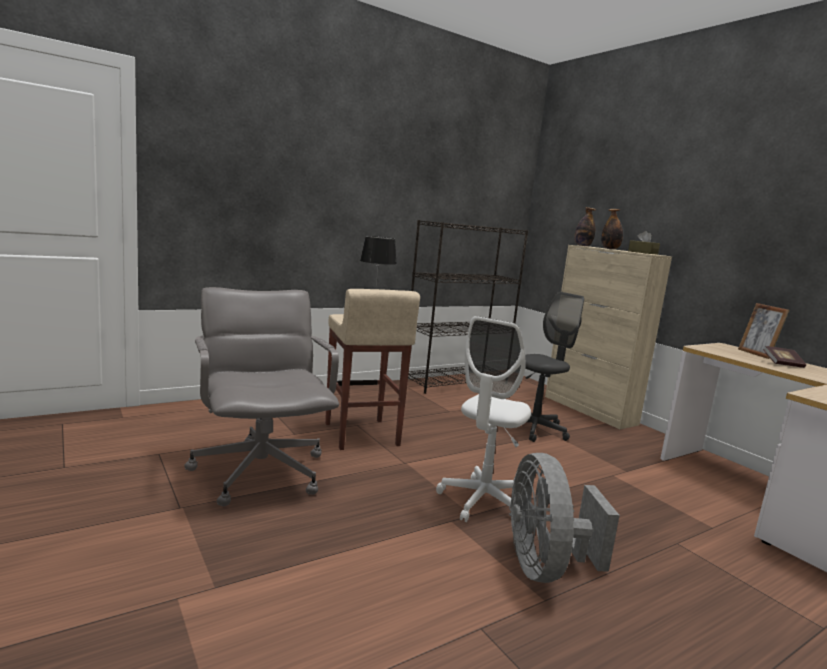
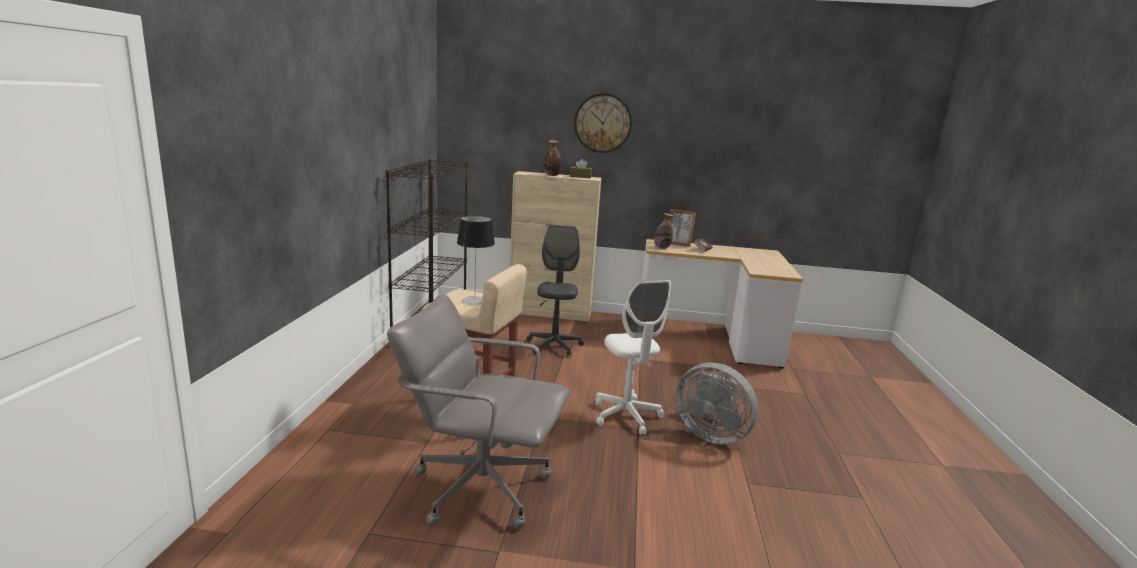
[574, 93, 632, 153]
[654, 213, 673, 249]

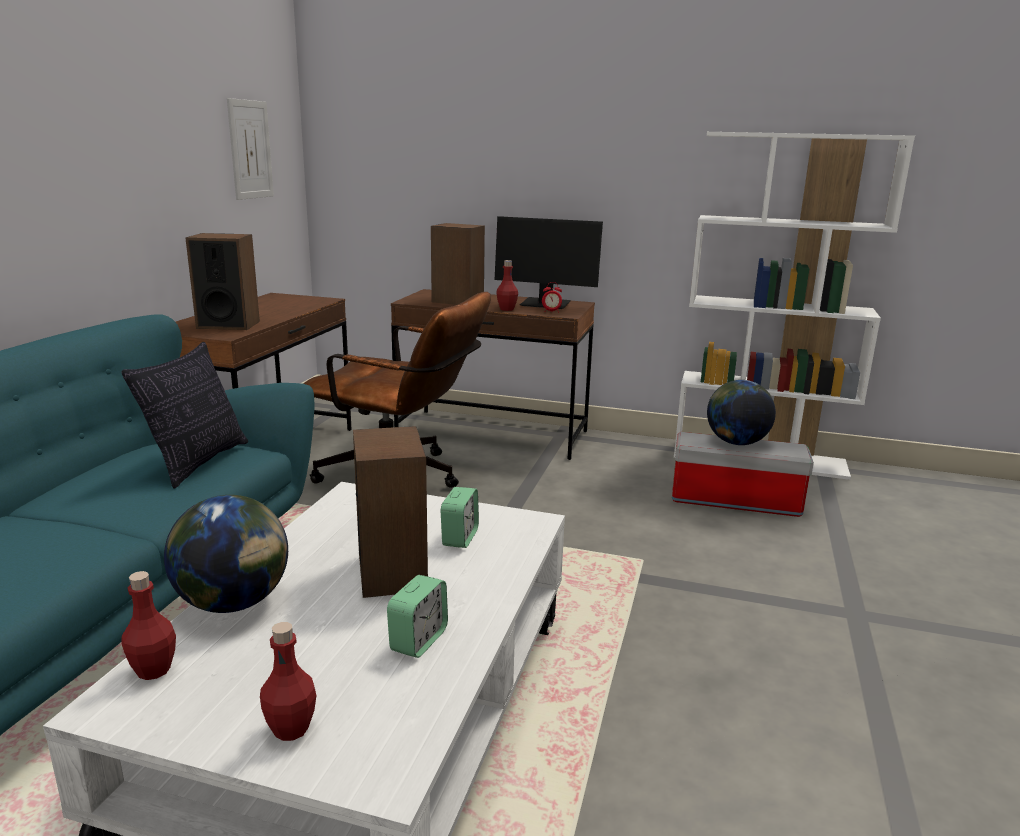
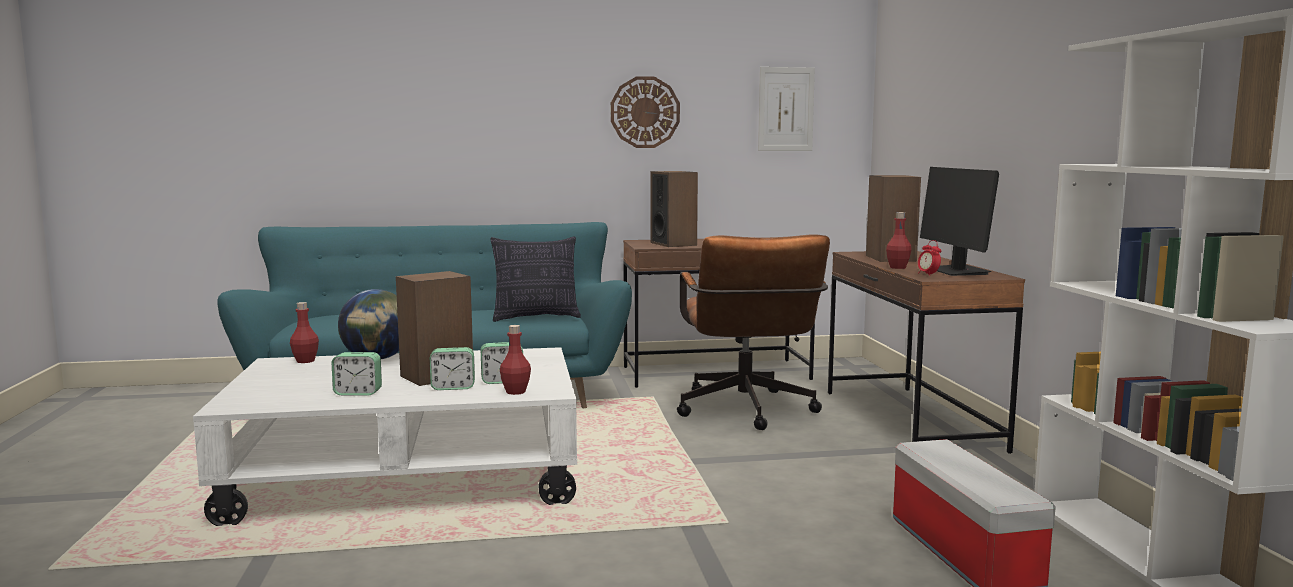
[707, 380, 776, 445] (first image)
[430, 347, 475, 390]
[611, 76, 680, 148]
[500, 325, 531, 395]

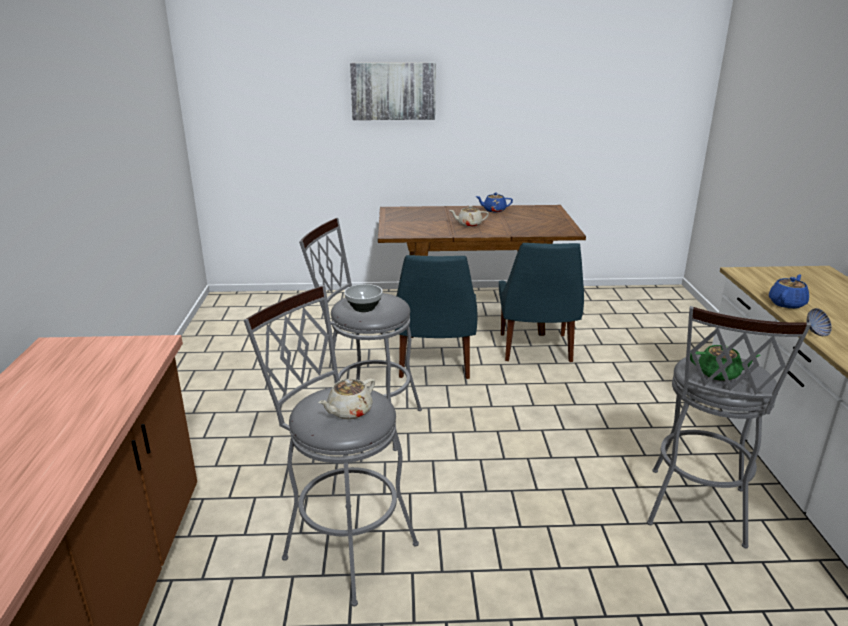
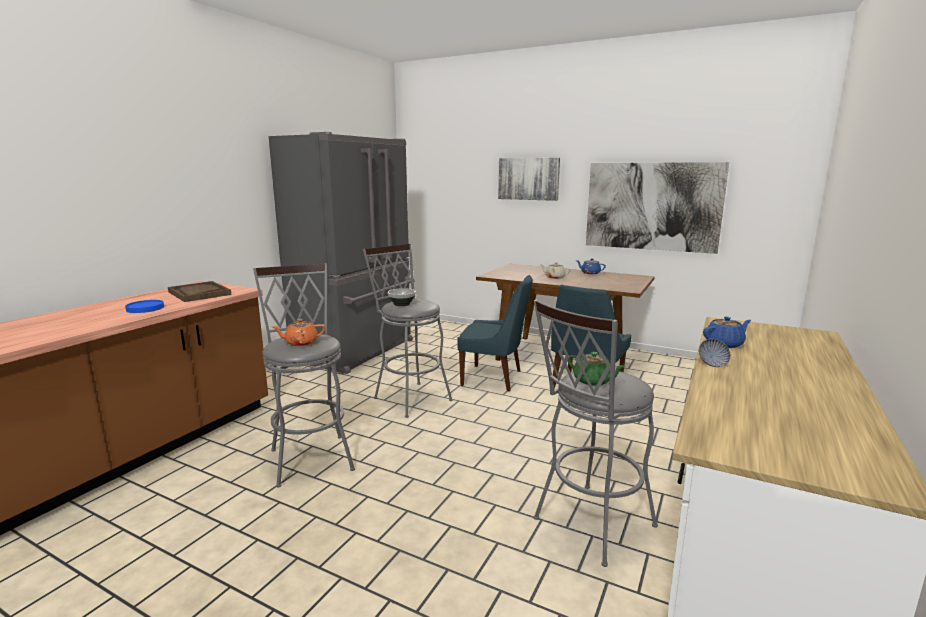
[125, 300, 164, 313]
[168, 281, 231, 302]
[269, 132, 415, 374]
[586, 162, 729, 254]
[272, 319, 325, 346]
[457, 275, 533, 392]

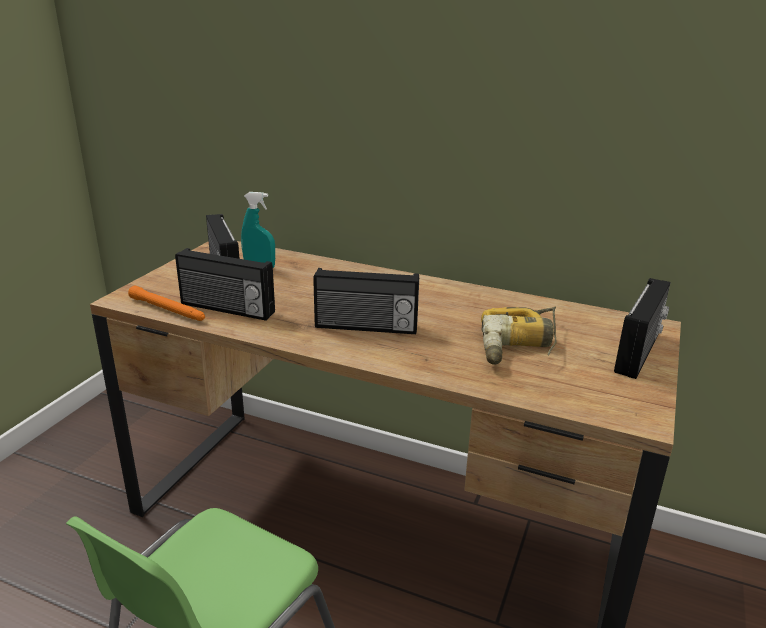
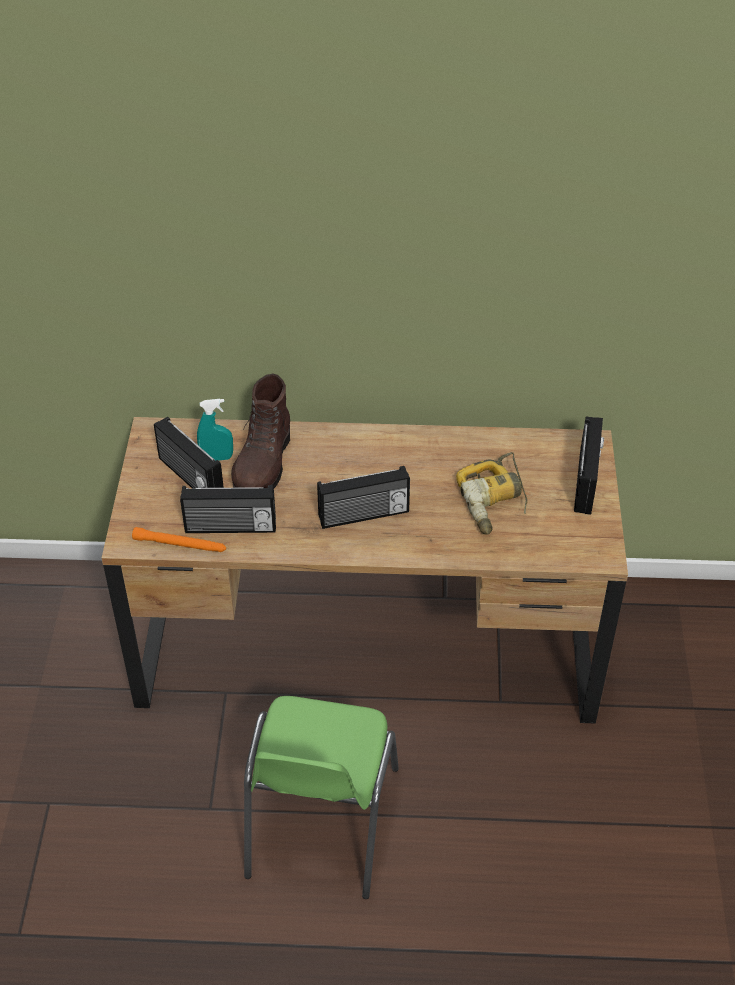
[231, 374, 290, 488]

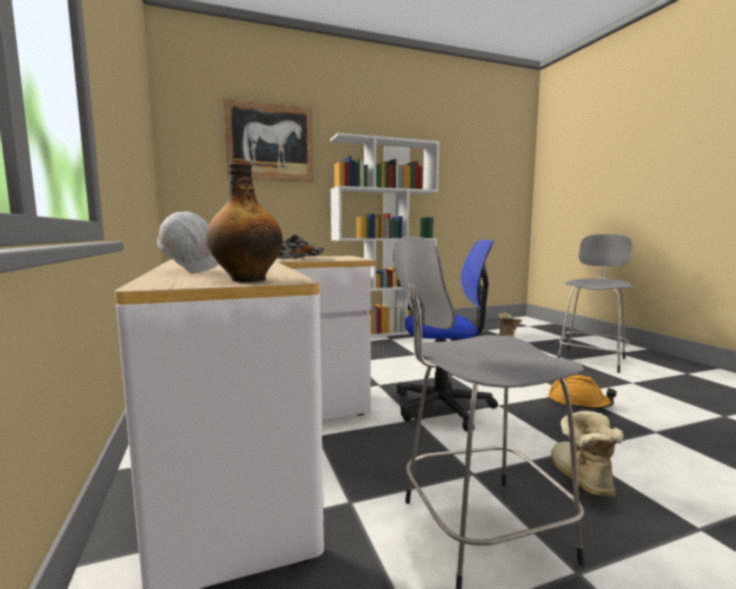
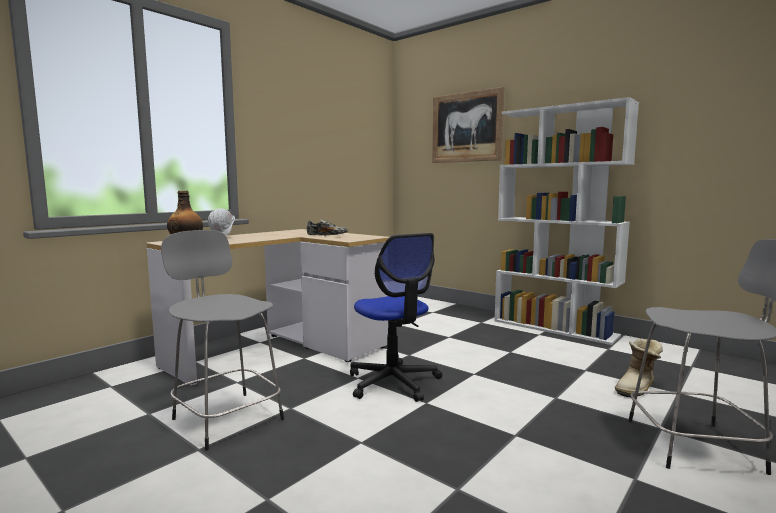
[549, 375, 617, 410] (first image)
[551, 411, 624, 498] (first image)

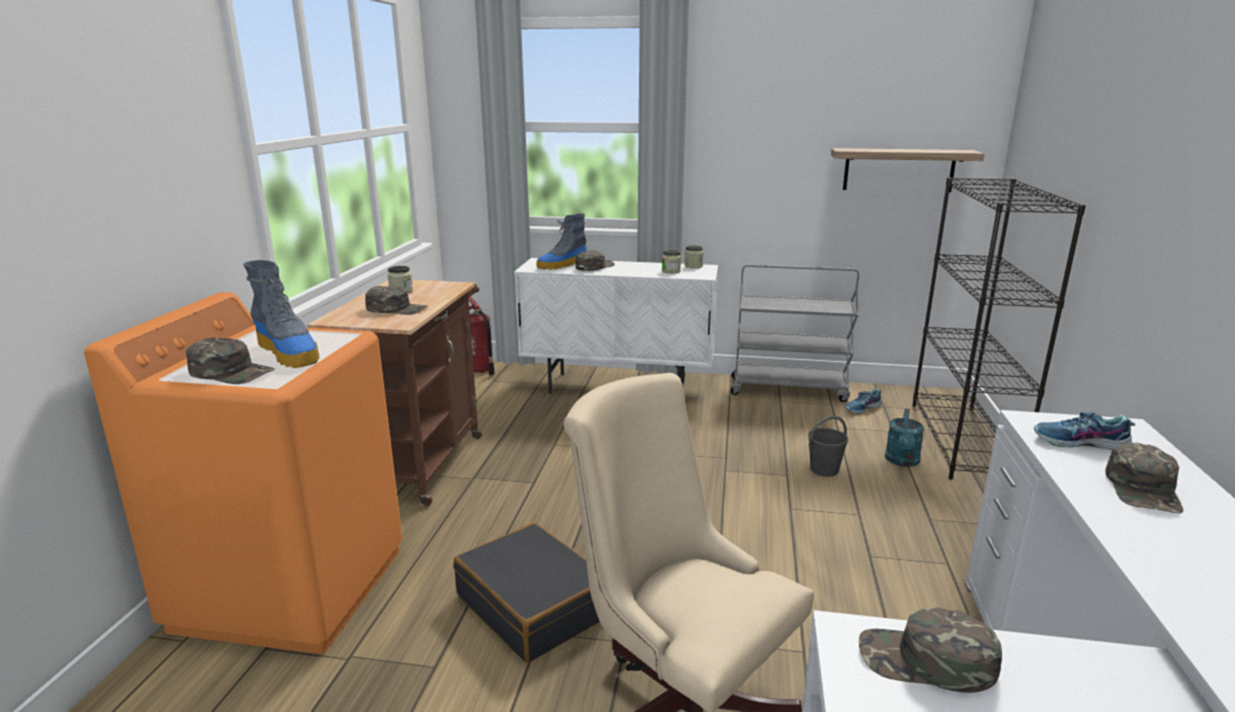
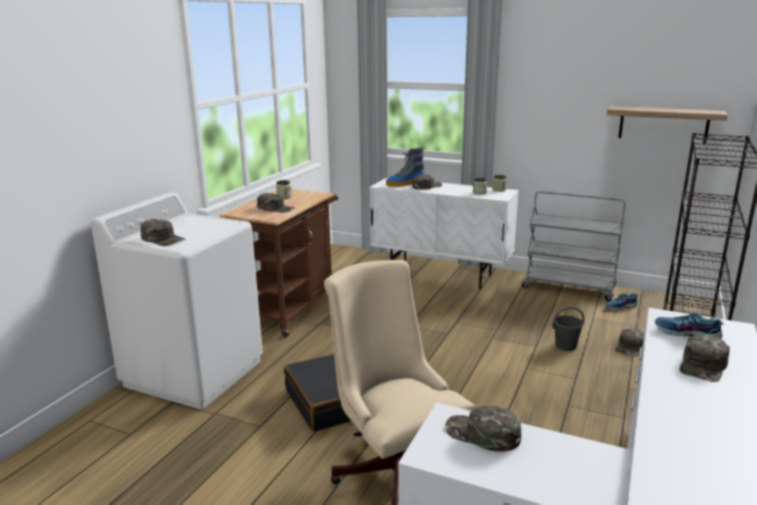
[243, 260, 319, 368] (first image)
[469, 297, 495, 376] (first image)
[615, 328, 644, 357]
[91, 192, 263, 409]

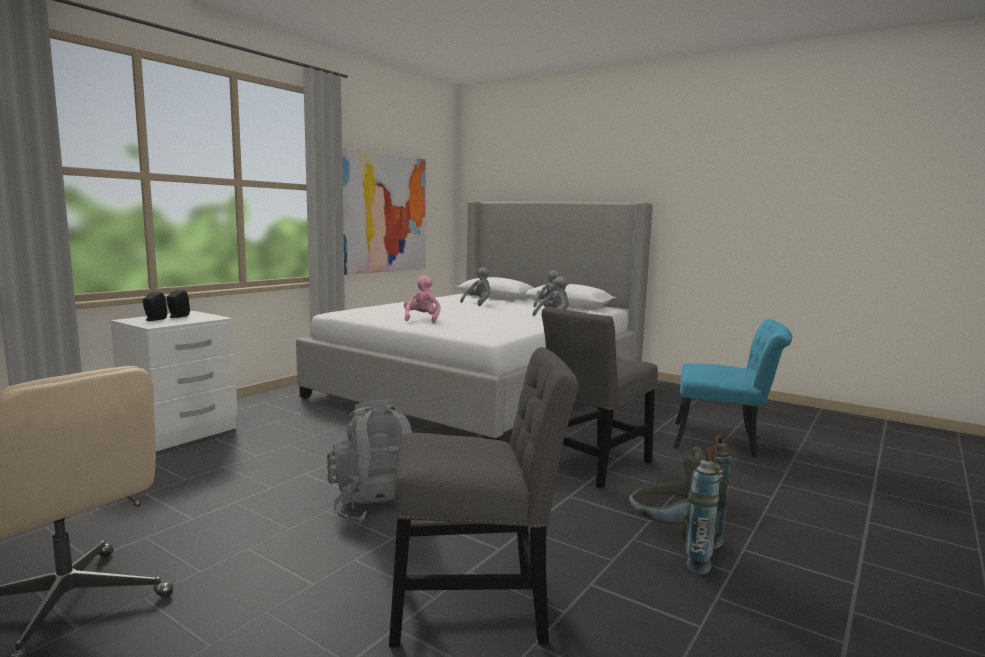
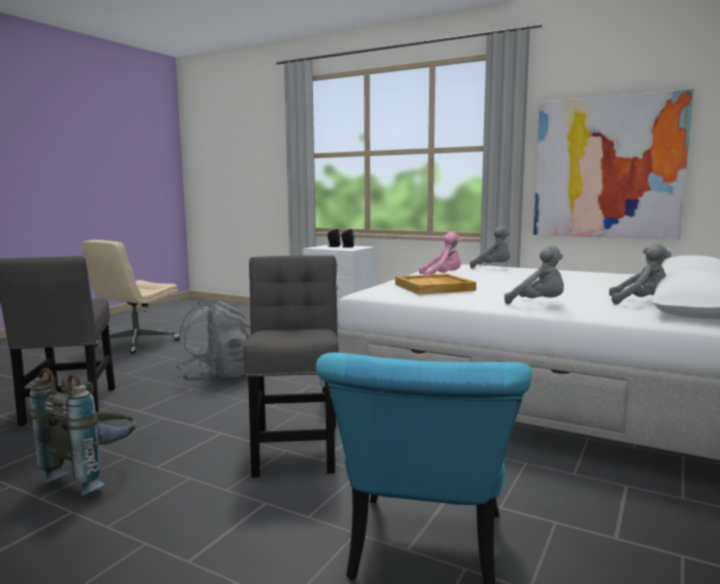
[395, 274, 476, 295]
[470, 226, 510, 269]
[243, 255, 339, 477]

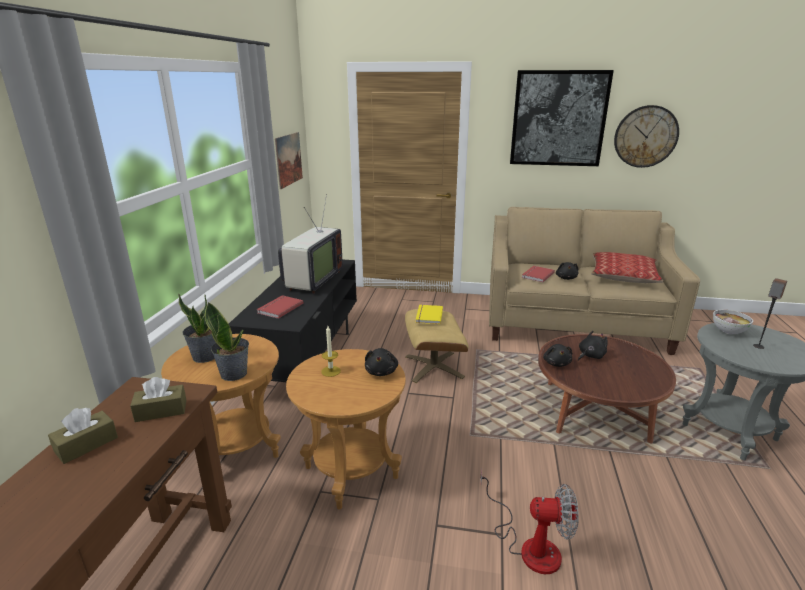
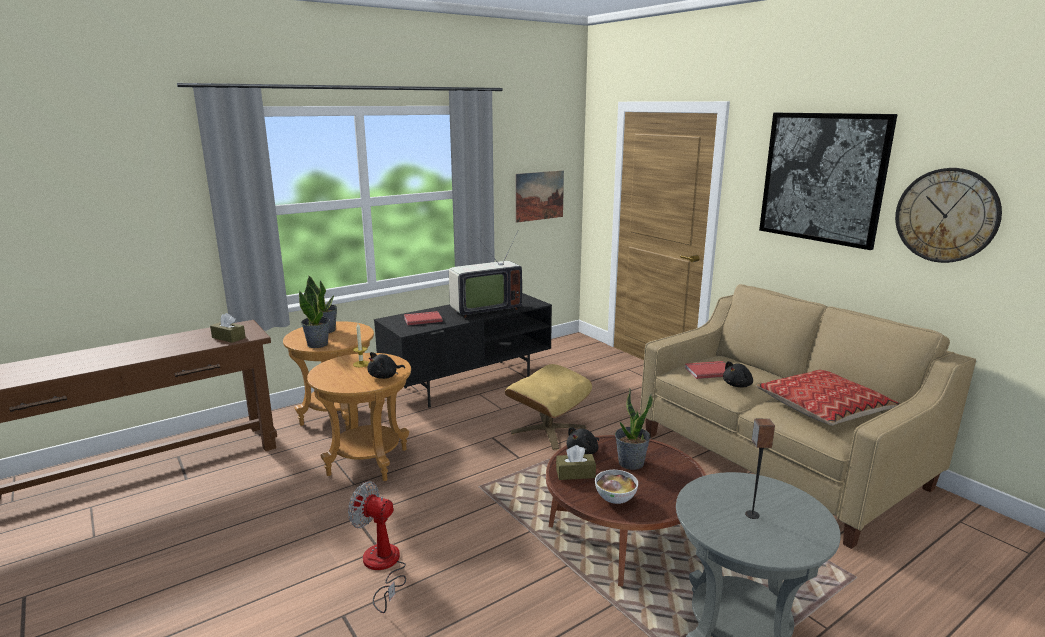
[415, 305, 443, 324] (first image)
[556, 445, 596, 480]
[595, 470, 638, 504]
[615, 389, 653, 470]
[348, 481, 406, 613]

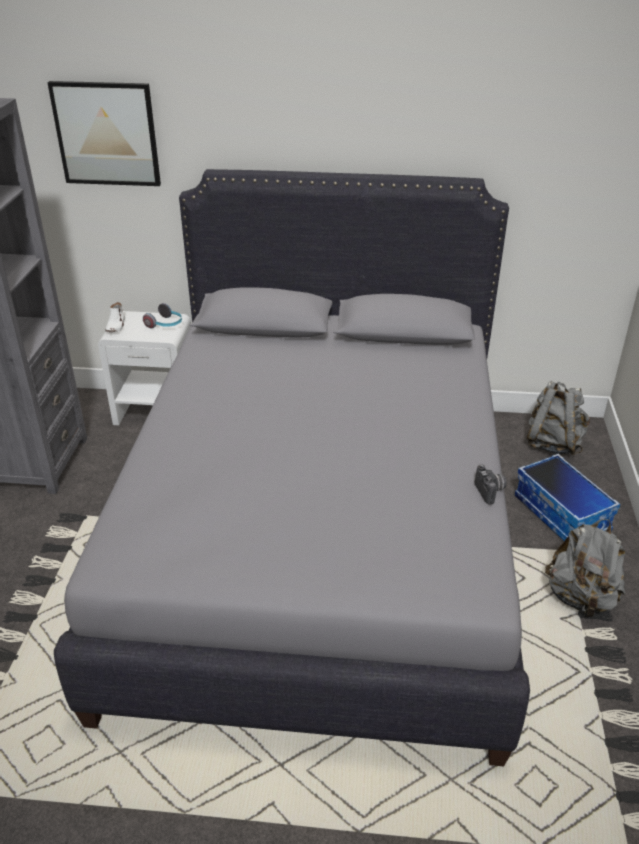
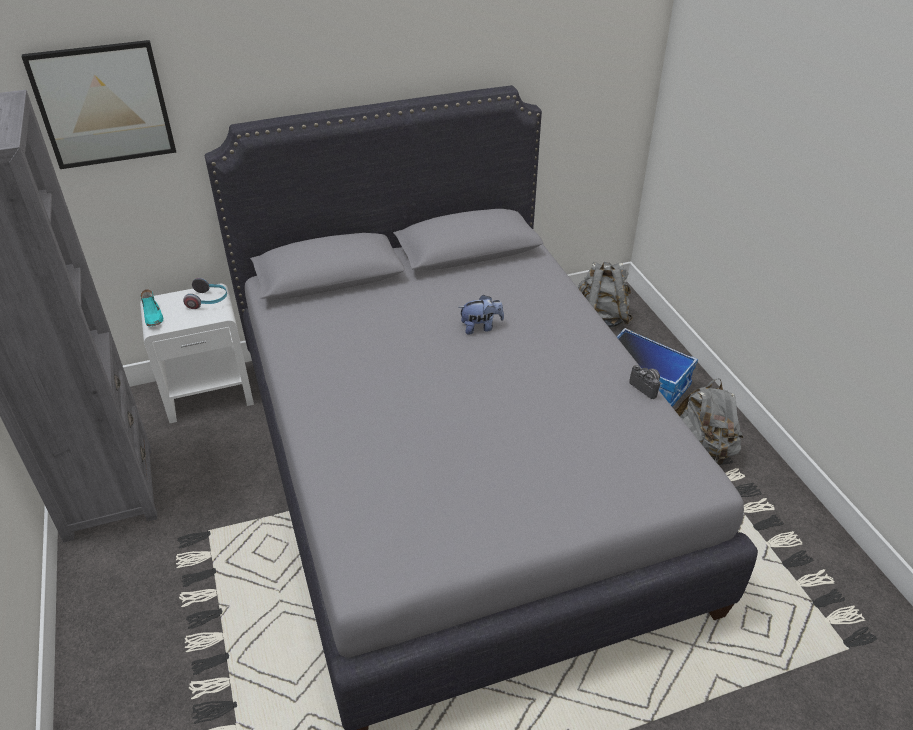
[458, 294, 504, 335]
[140, 290, 163, 327]

